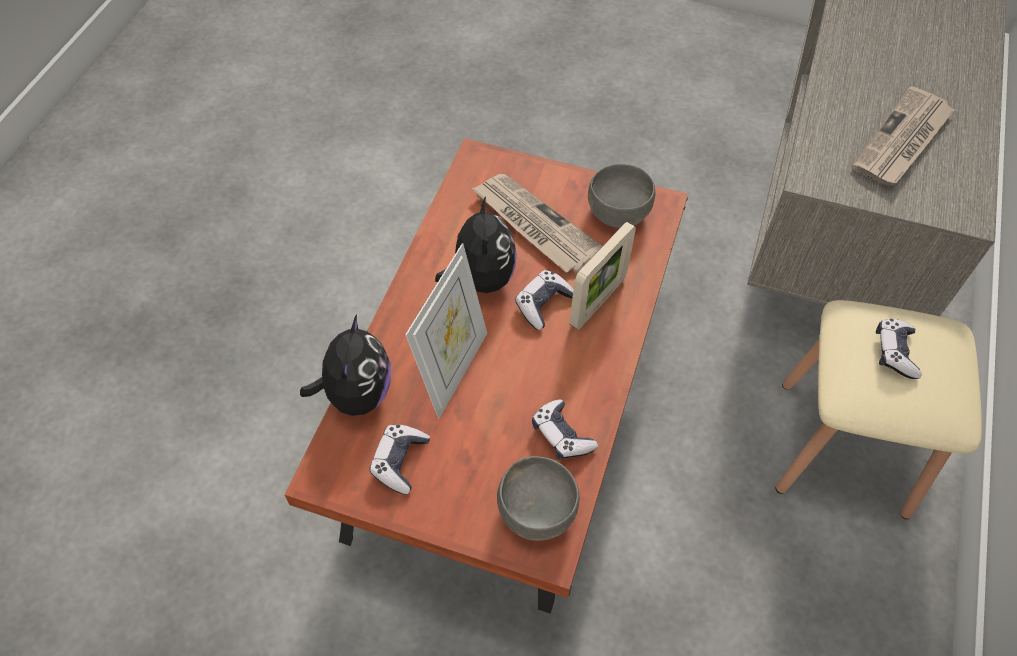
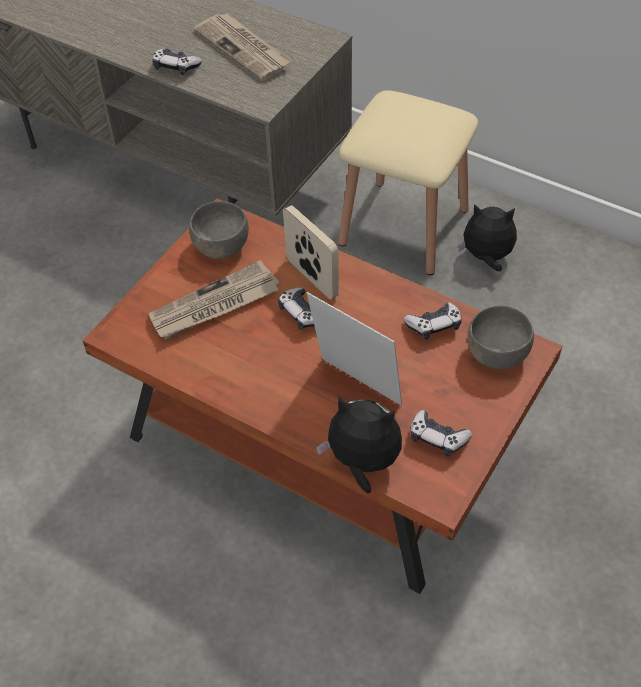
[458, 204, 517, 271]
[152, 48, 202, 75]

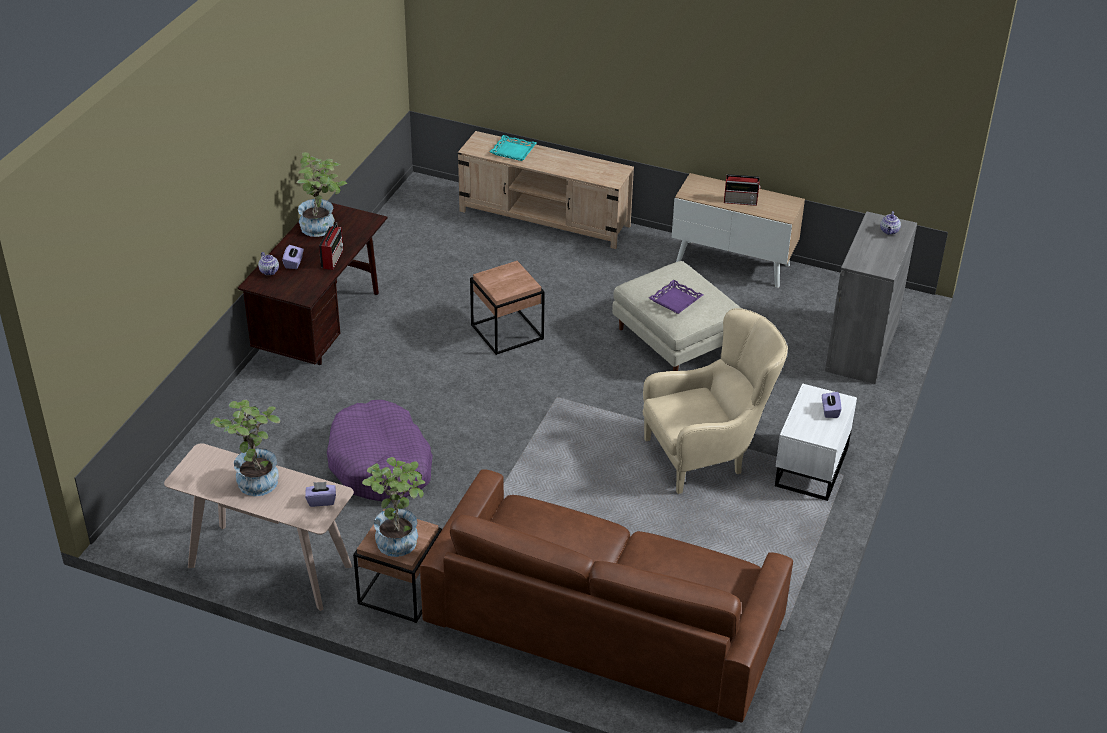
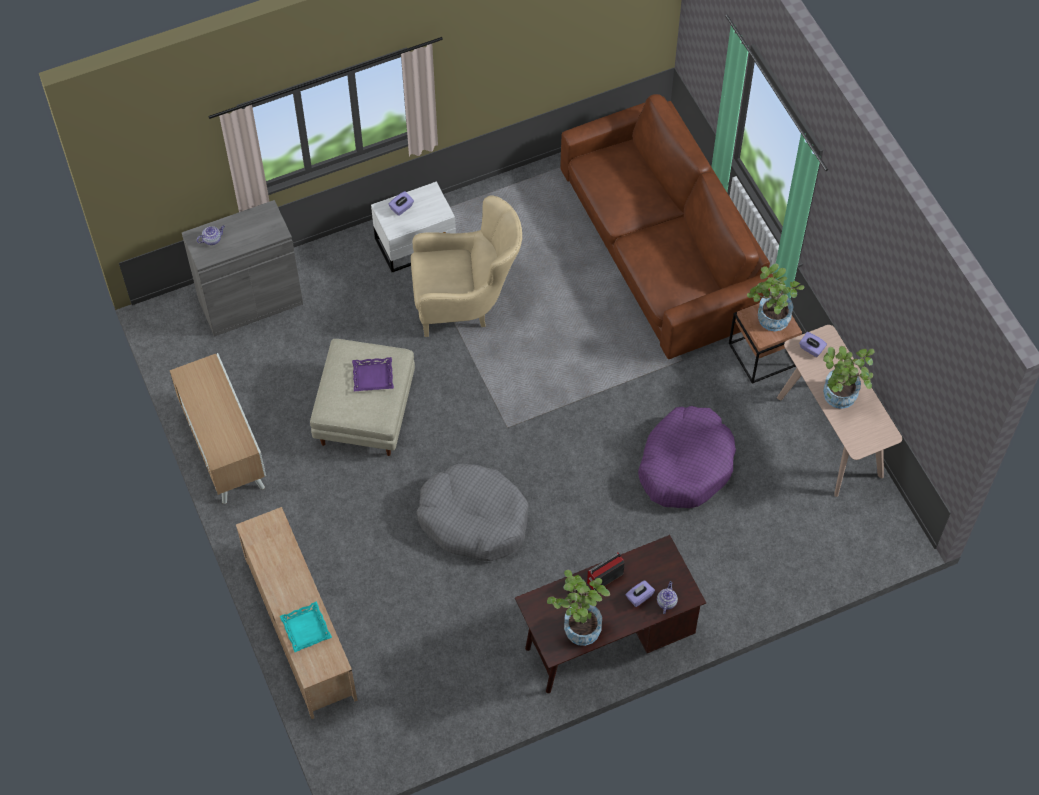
[724, 174, 761, 206] (first image)
[416, 464, 529, 561]
[411, 195, 522, 337]

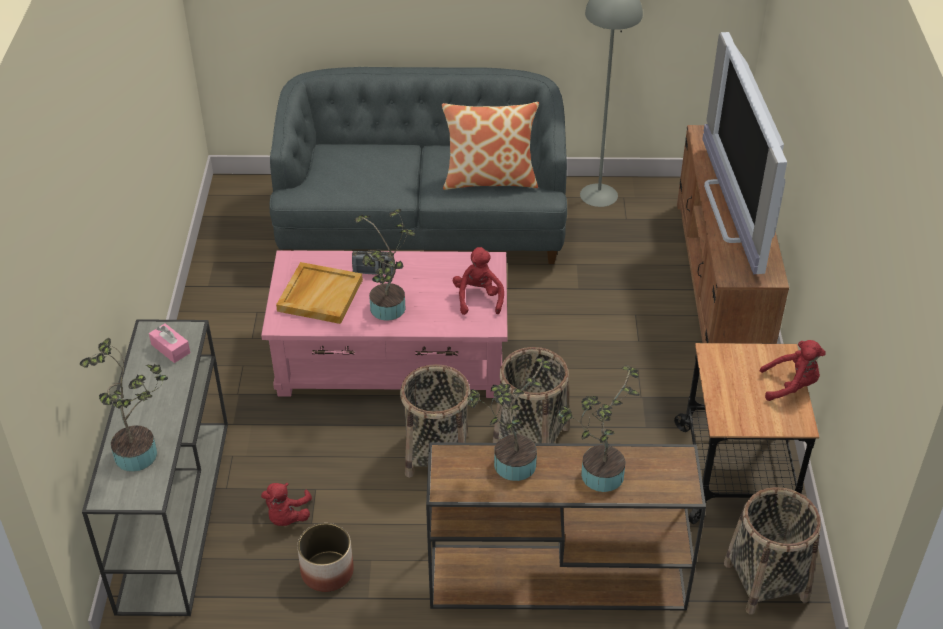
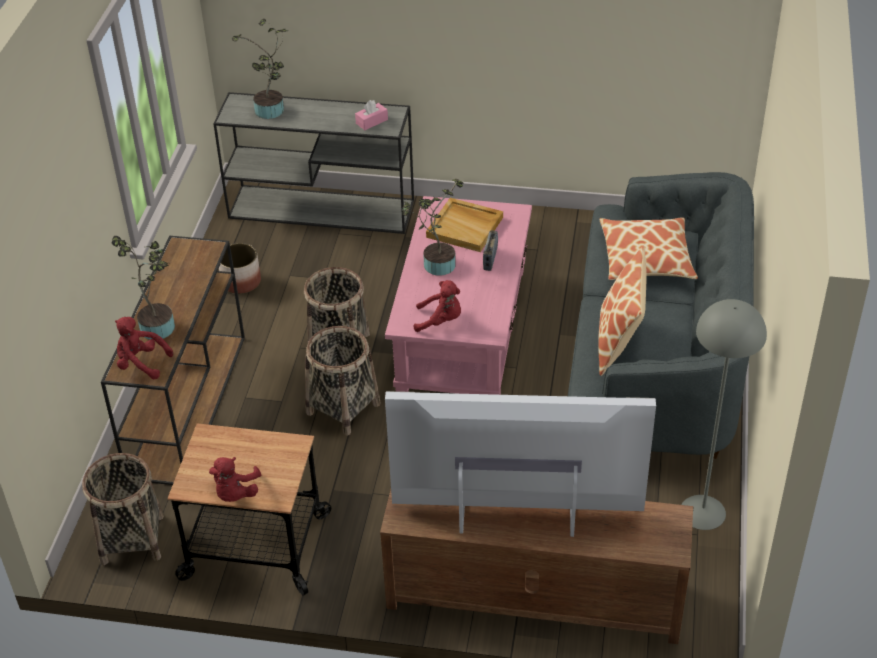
[467, 357, 551, 481] (first image)
[600, 217, 698, 280]
[115, 317, 173, 379]

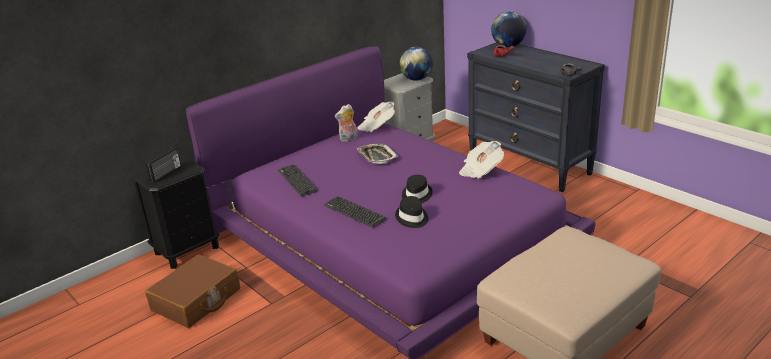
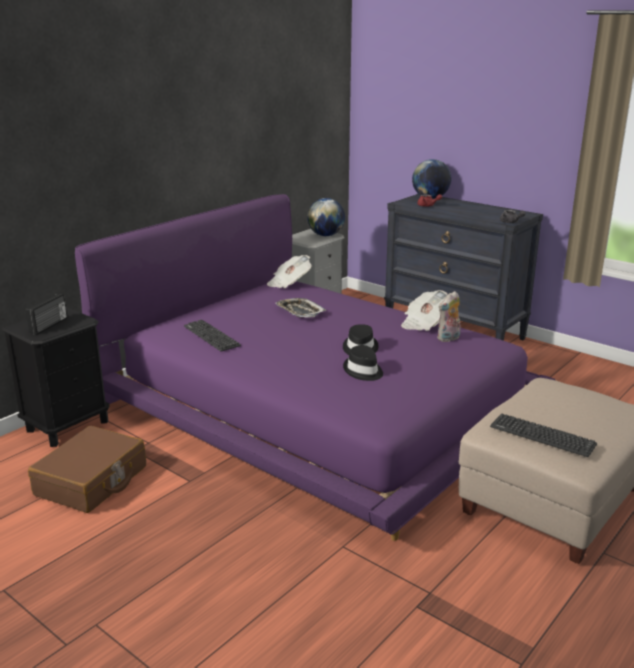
[490, 414, 597, 457]
[437, 291, 460, 342]

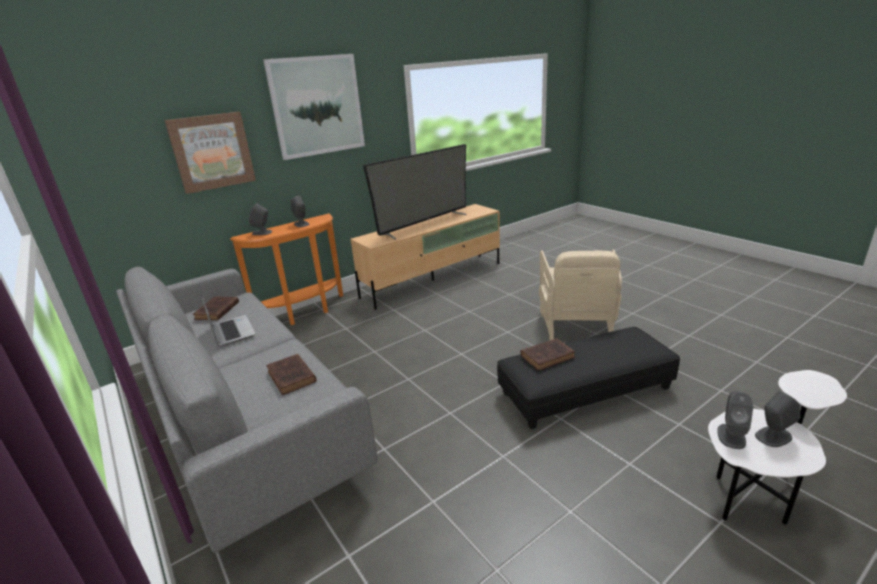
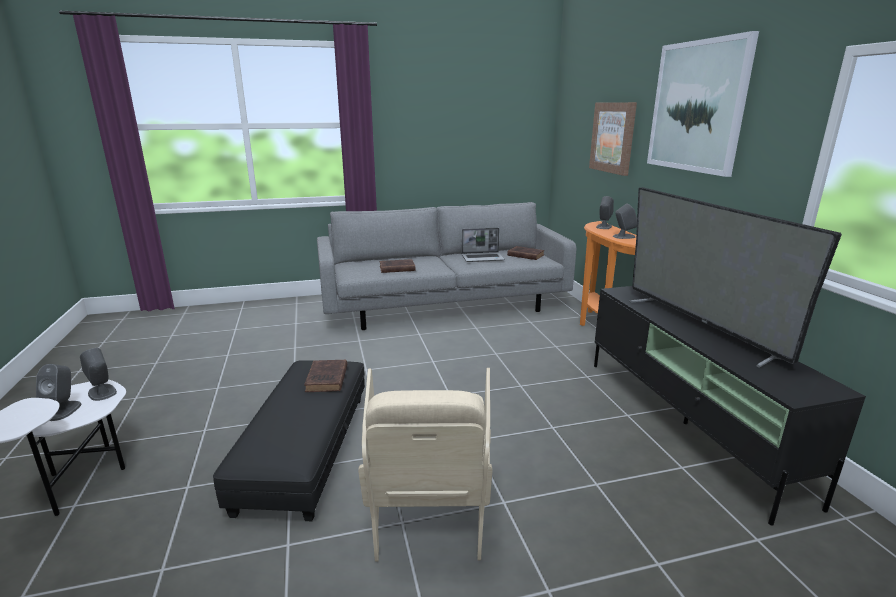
[594, 286, 866, 526]
[358, 368, 493, 562]

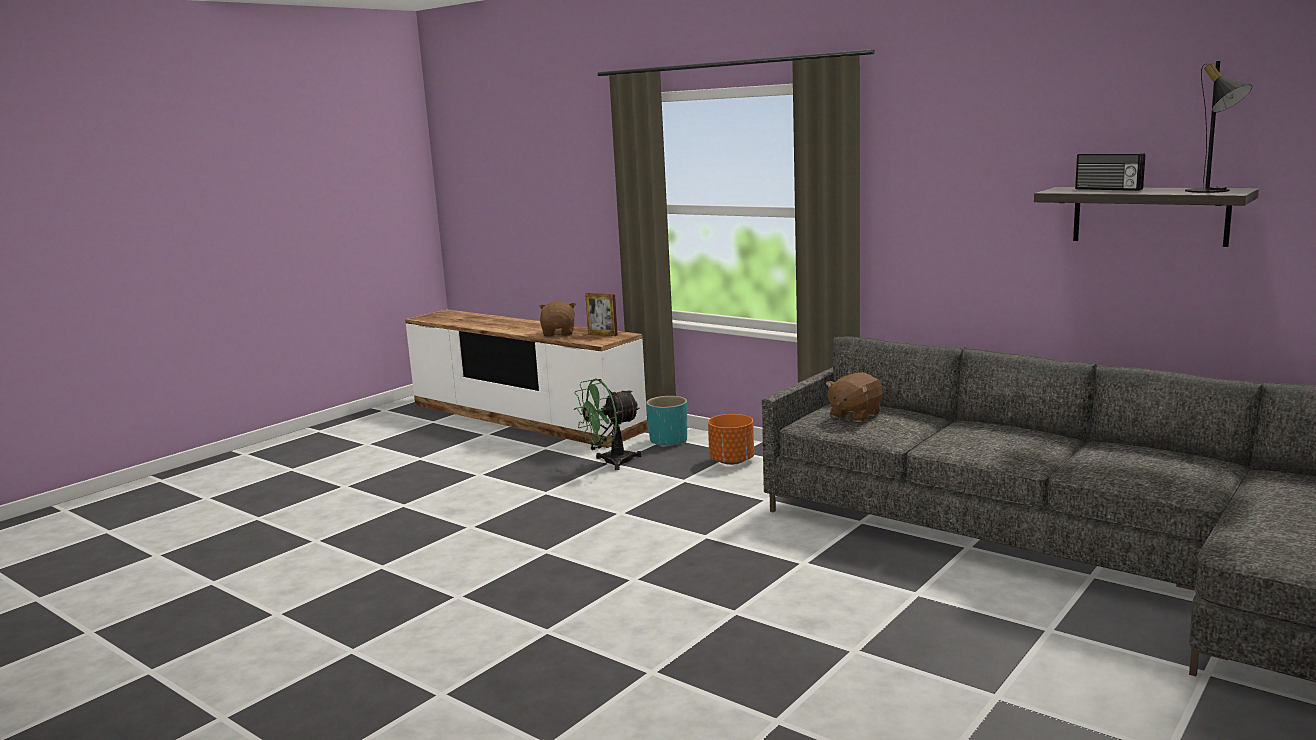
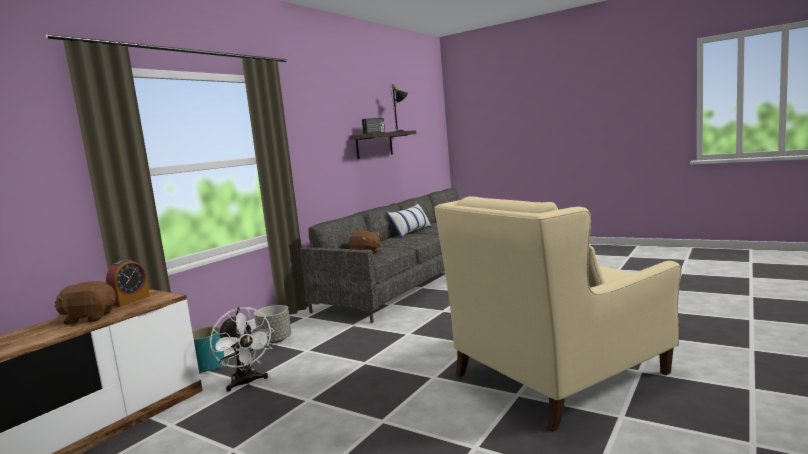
[386, 203, 431, 238]
[434, 196, 682, 432]
[106, 259, 150, 307]
[210, 307, 275, 392]
[254, 305, 292, 343]

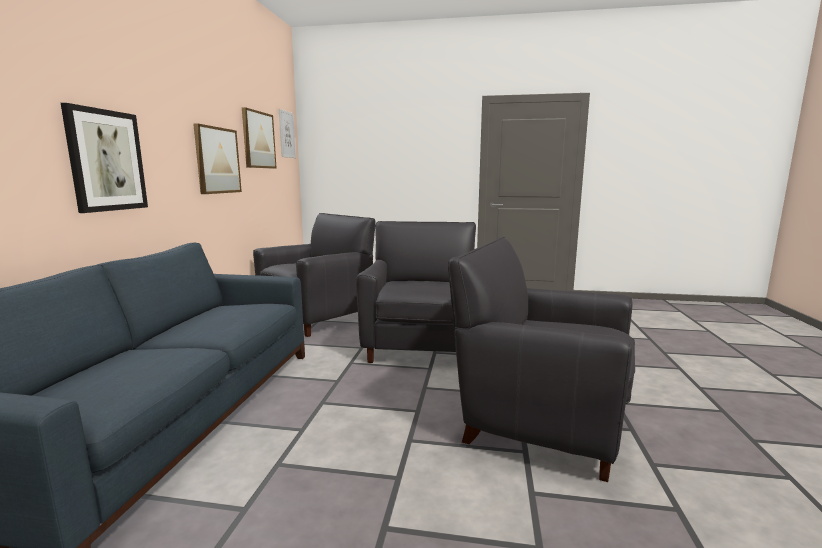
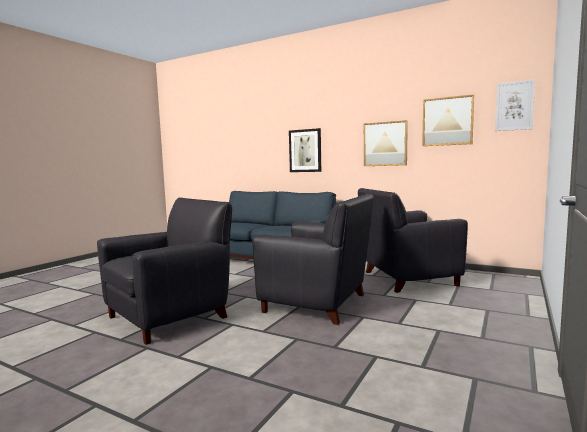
[358, 188, 468, 293]

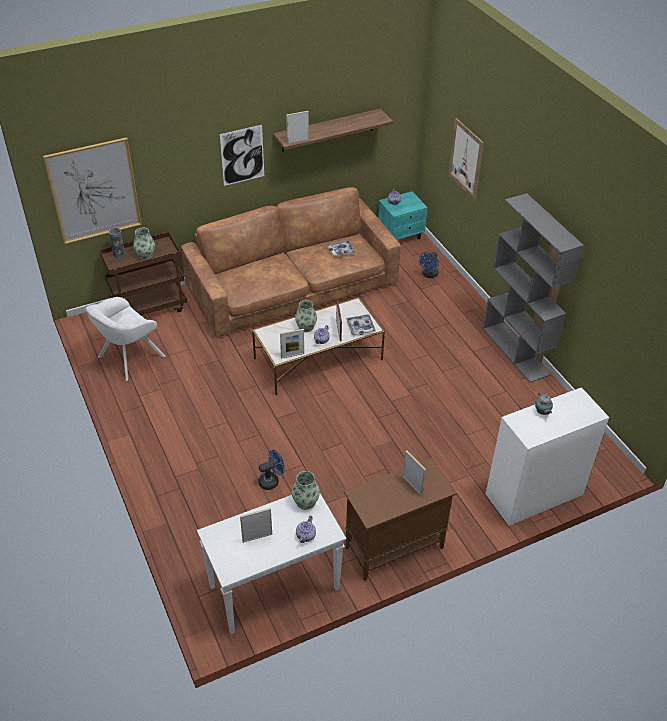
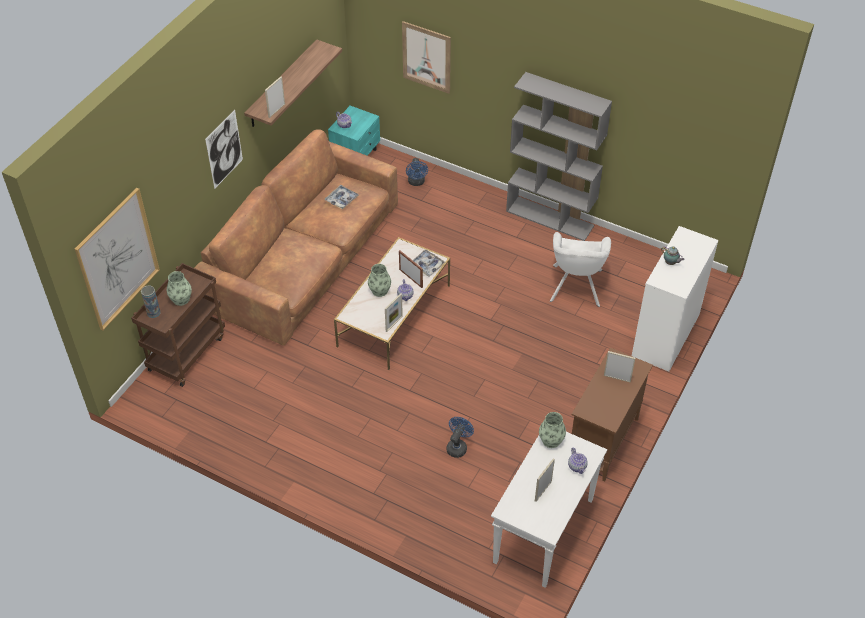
[550, 232, 611, 307]

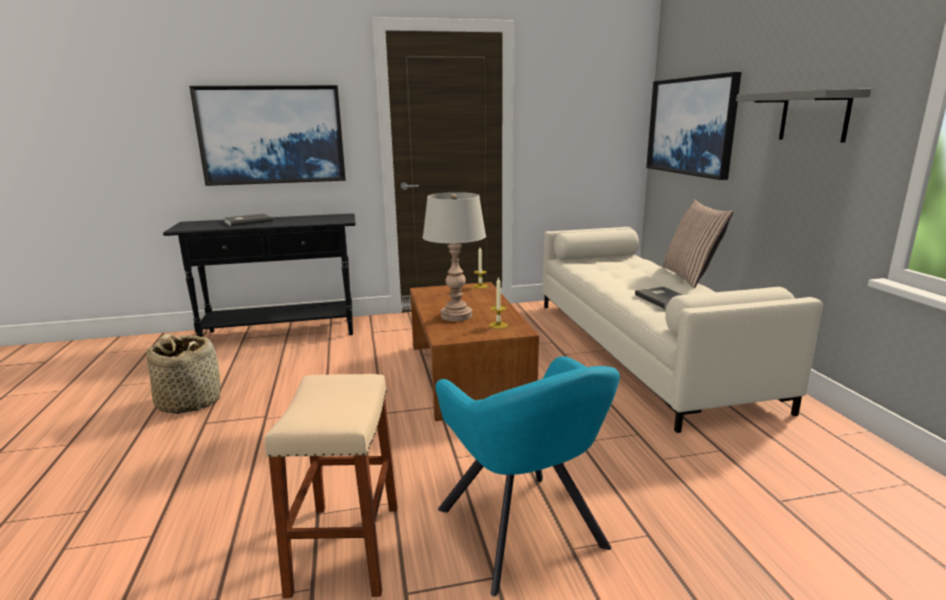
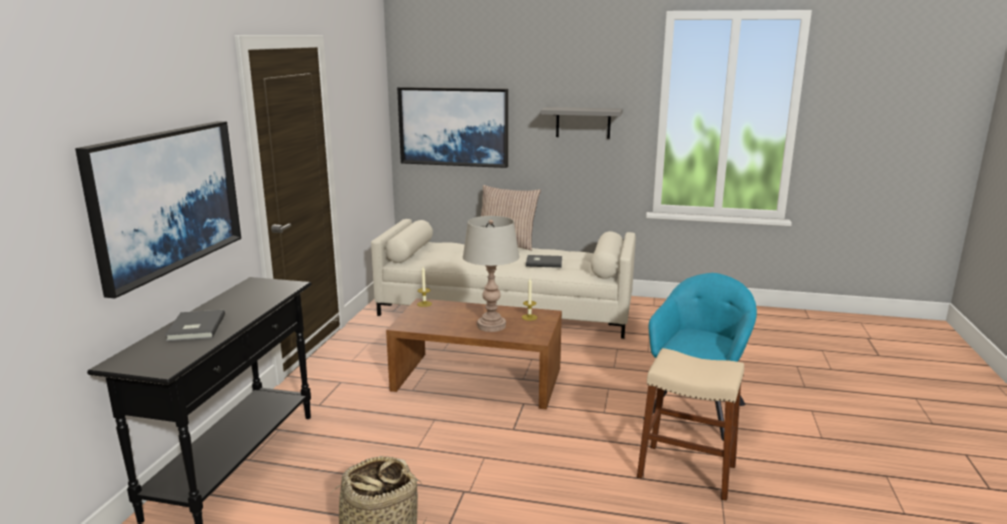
[643, 273, 757, 441]

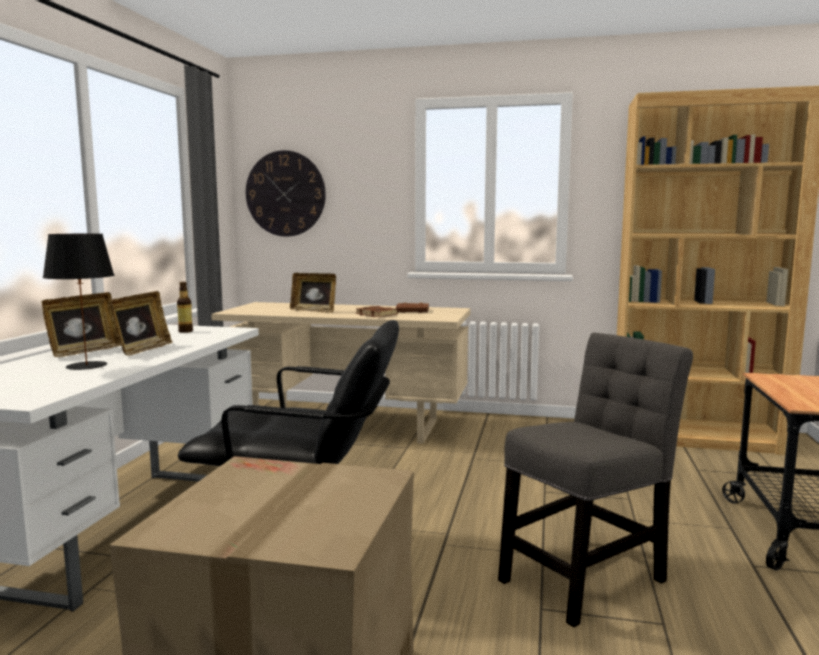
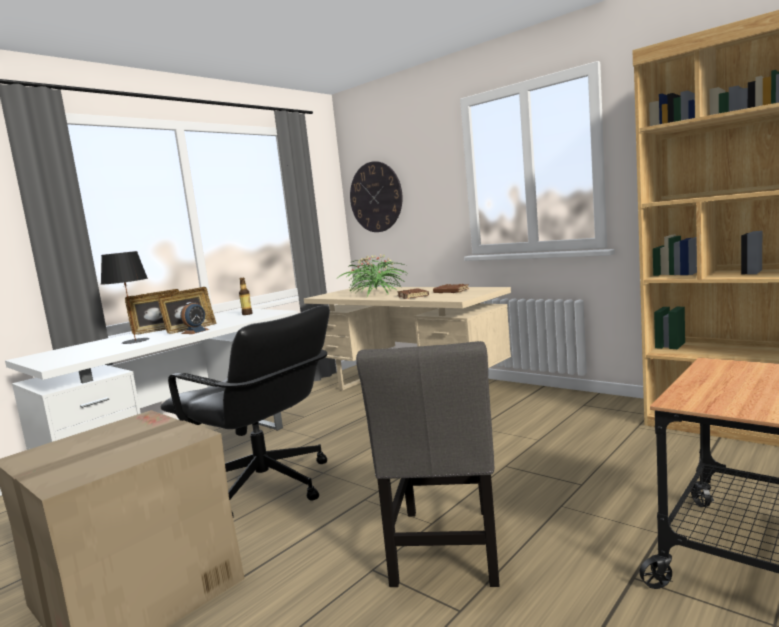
[180, 302, 210, 334]
[338, 254, 407, 297]
[356, 341, 499, 587]

